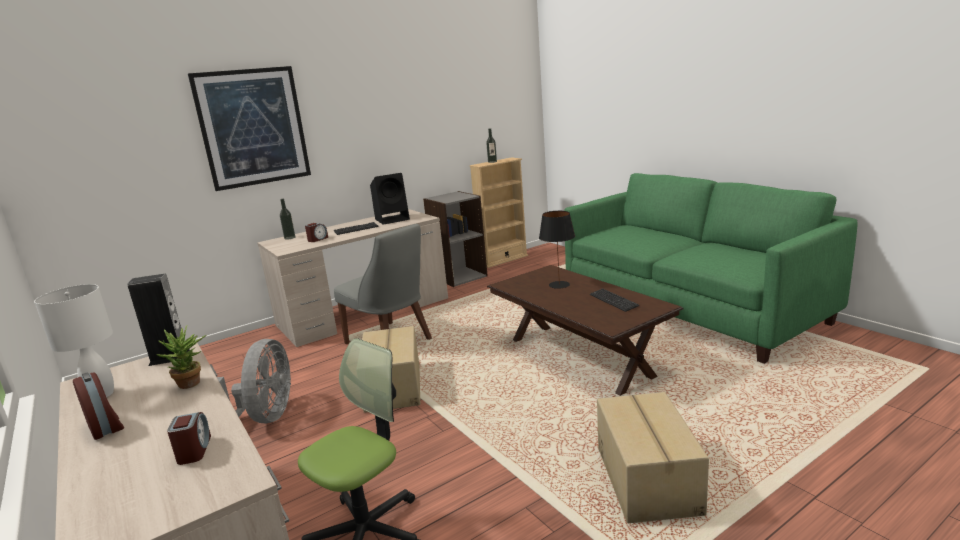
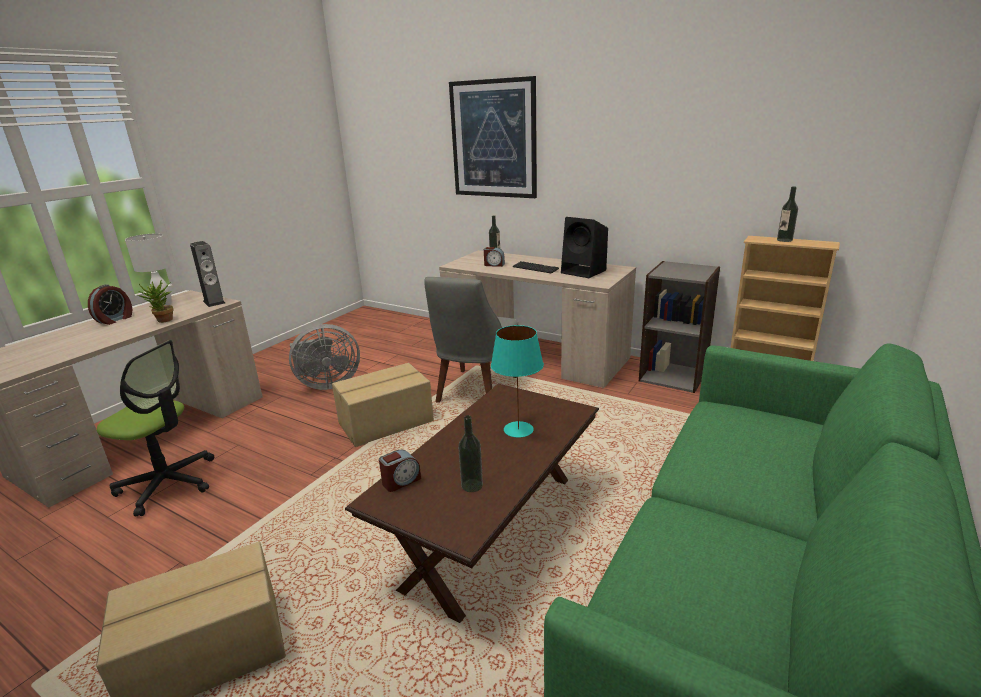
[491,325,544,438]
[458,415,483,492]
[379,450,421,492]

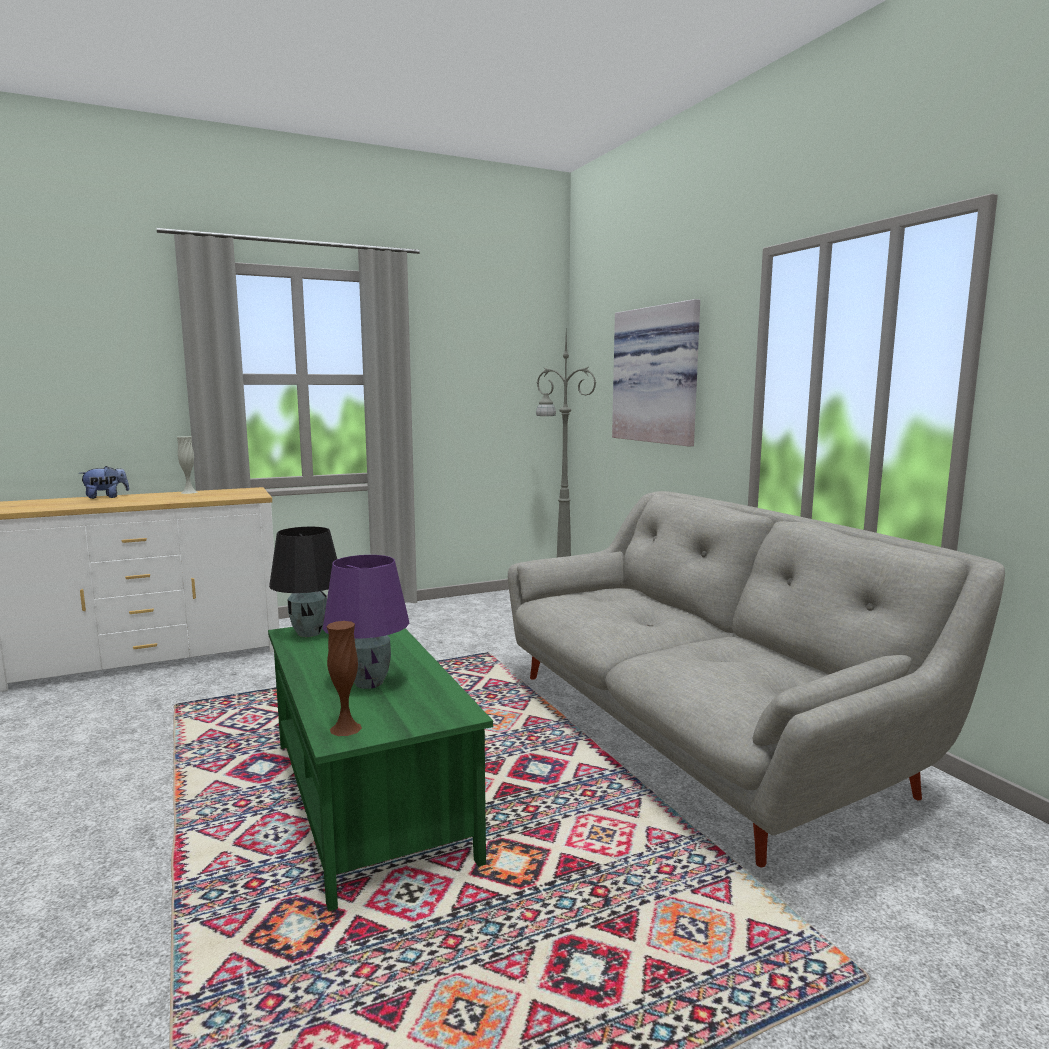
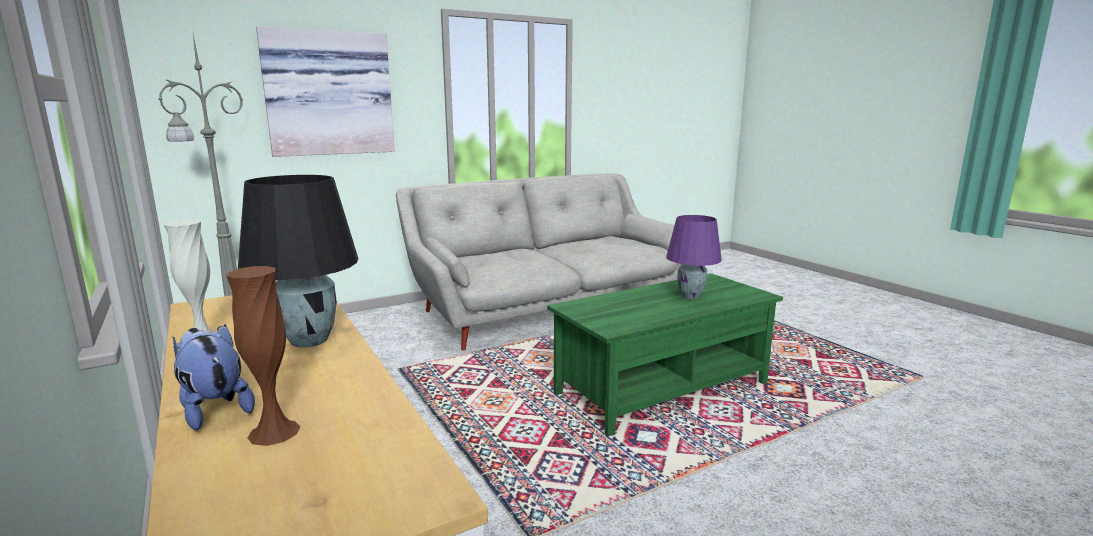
[238,175,358,348]
[227,266,301,446]

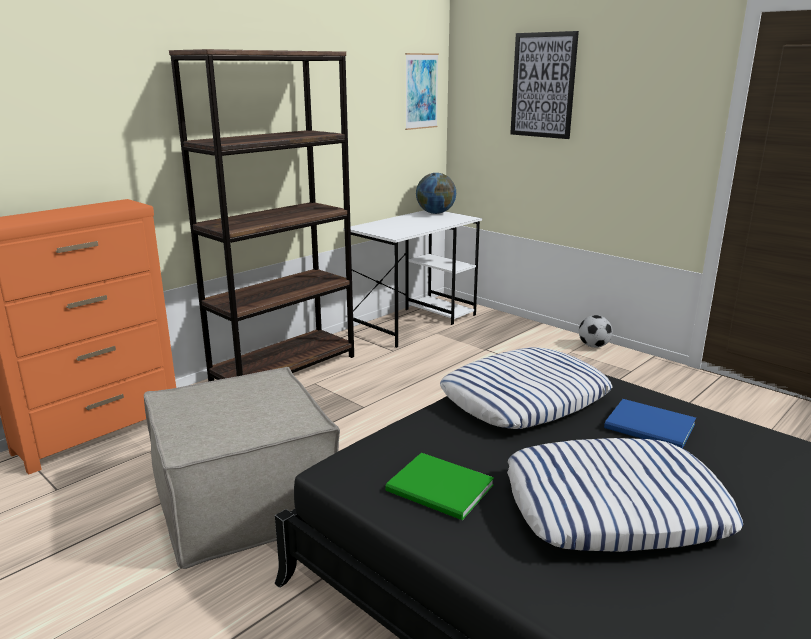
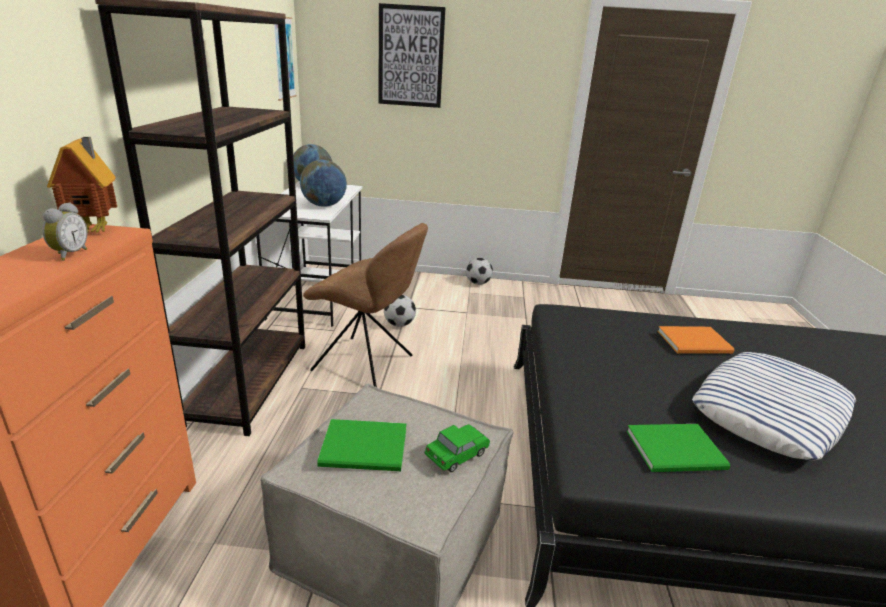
[440,347,613,429] (first image)
[658,326,734,354]
[47,137,117,233]
[300,160,347,207]
[43,202,88,261]
[303,223,428,387]
[384,295,416,327]
[317,419,406,471]
[425,424,490,472]

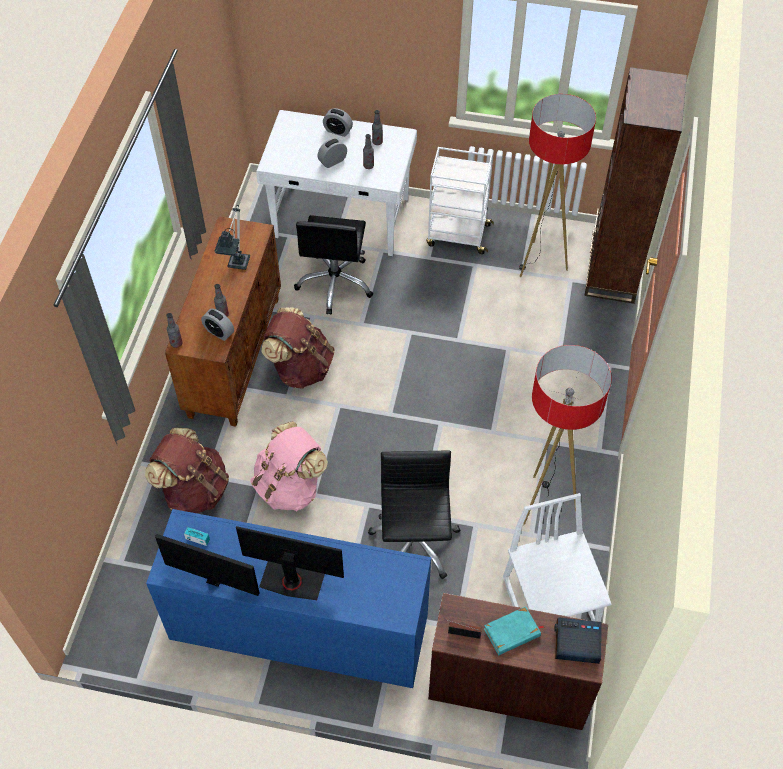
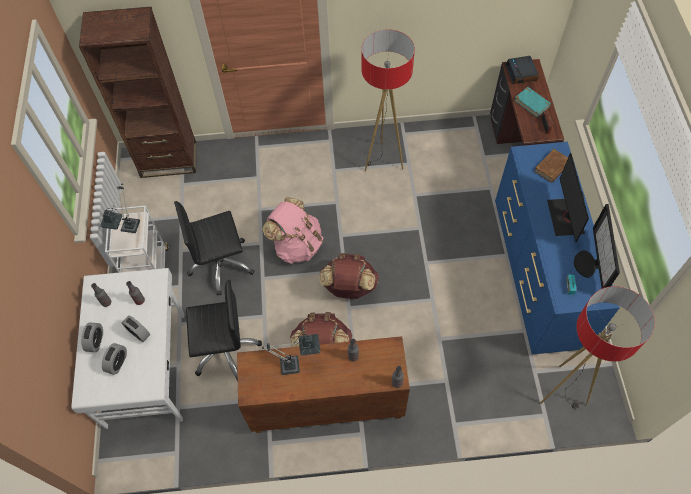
[540,286,655,409]
[102,343,127,375]
[262,197,323,264]
[320,253,379,299]
[174,201,254,295]
[503,493,611,622] (first image)
[534,149,568,183]
[100,183,140,233]

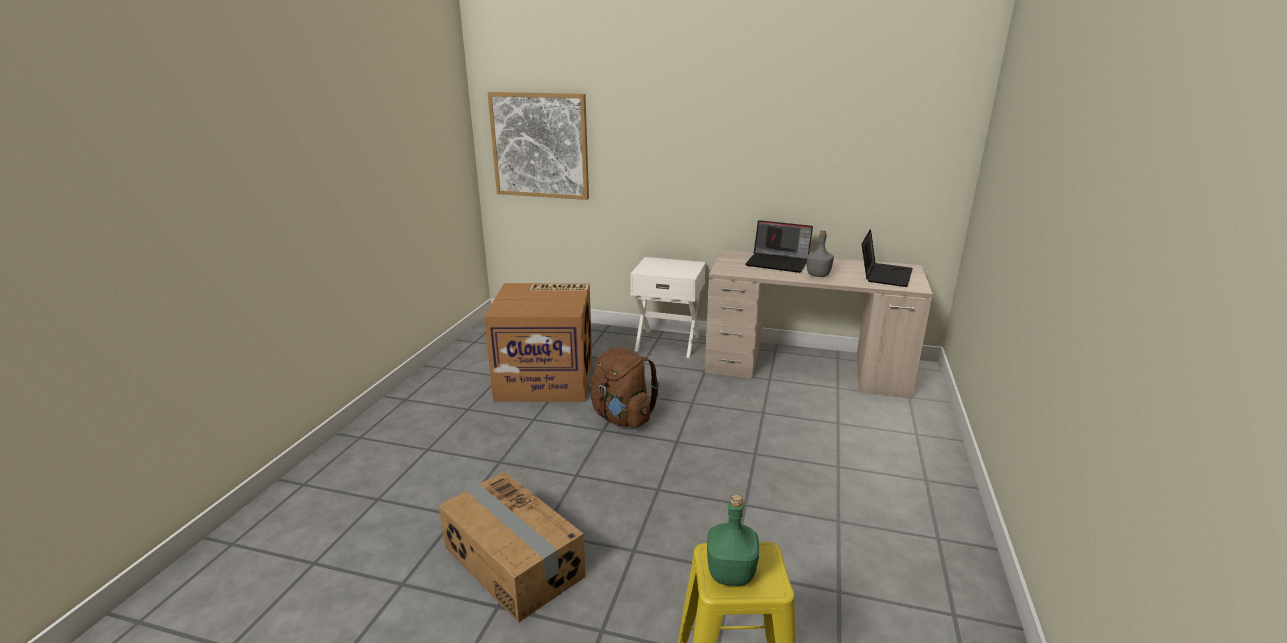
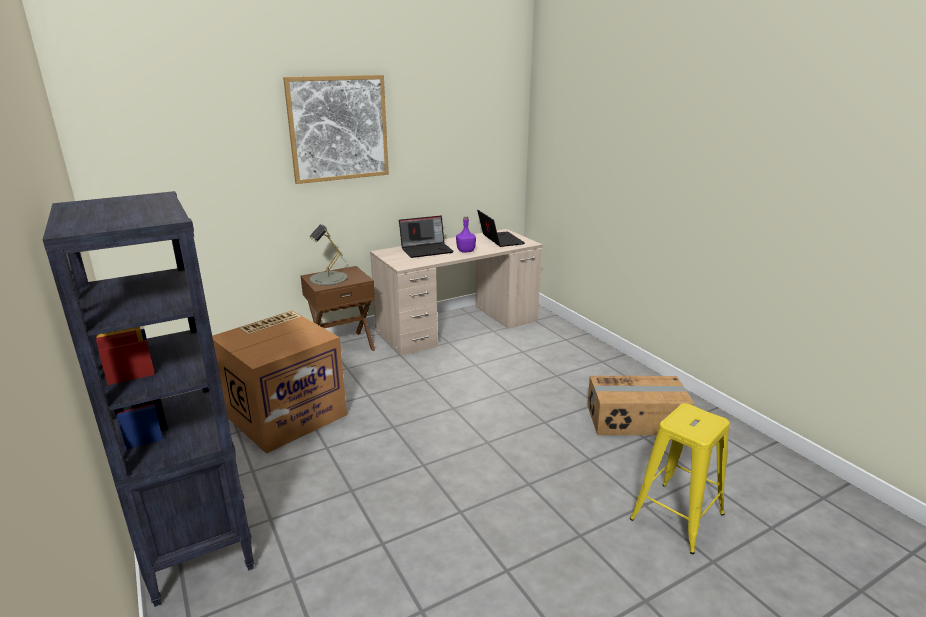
[283,75,389,184]
[456,216,476,252]
[300,266,375,351]
[590,347,659,428] (first image)
[587,376,694,435]
[707,494,759,586] (first image)
[43,191,254,607]
[310,225,347,285]

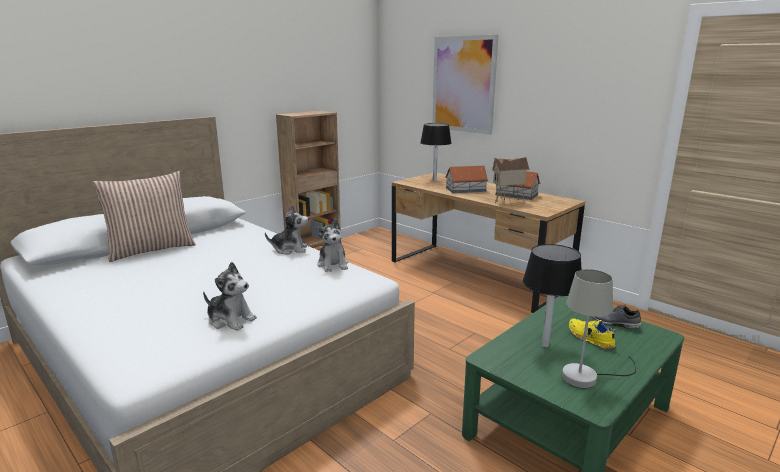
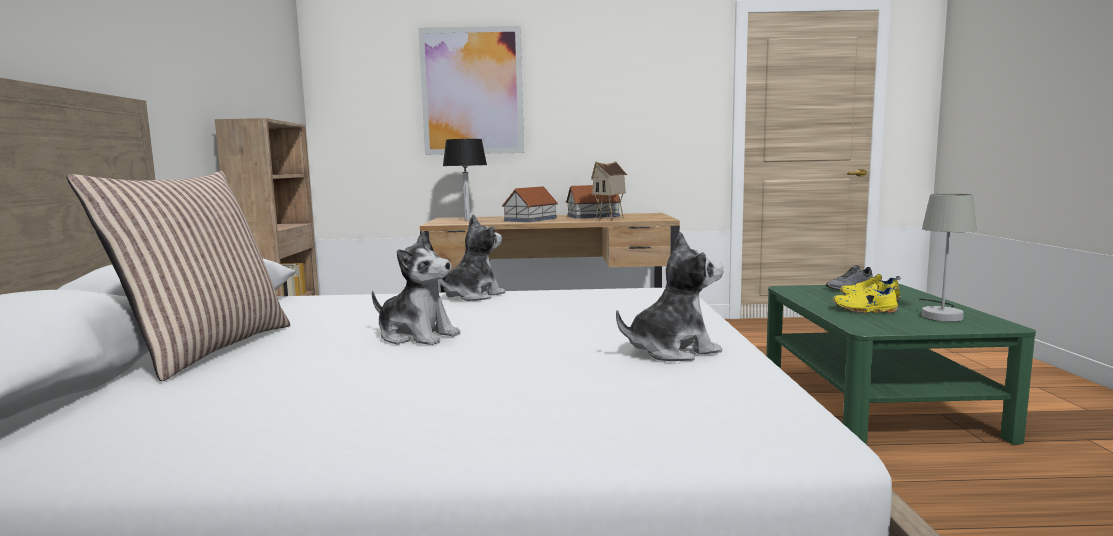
[372,230,460,345]
[833,283,899,313]

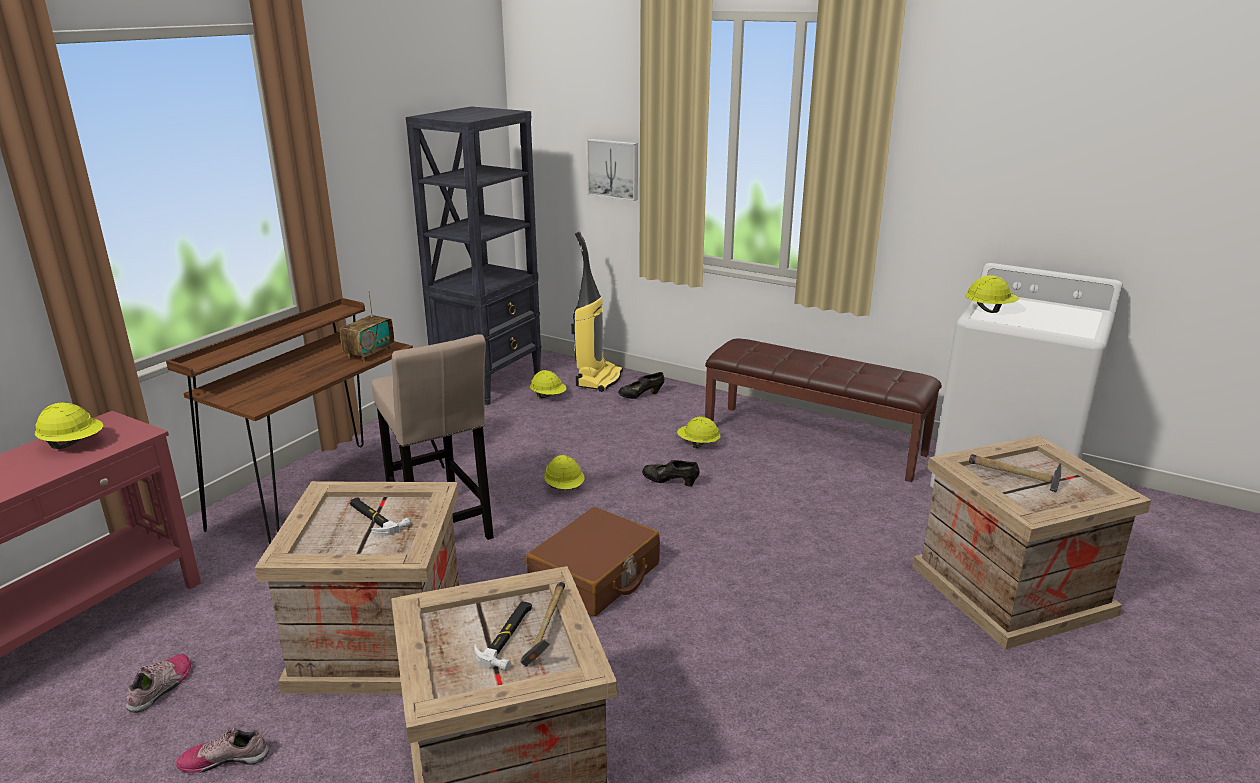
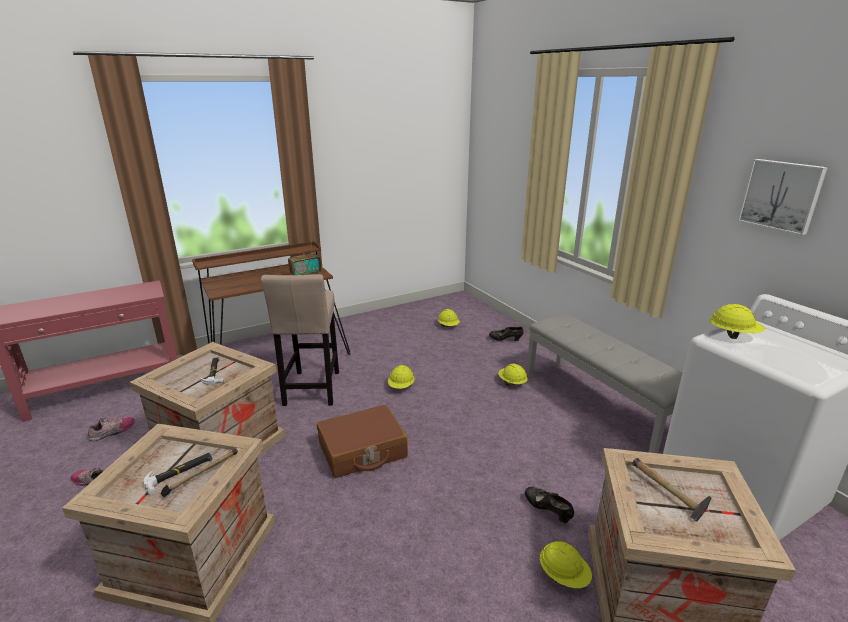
[406,106,542,405] (first image)
[738,159,828,235]
[571,231,623,392] (first image)
[526,315,683,453]
[540,541,592,588]
[525,486,574,524]

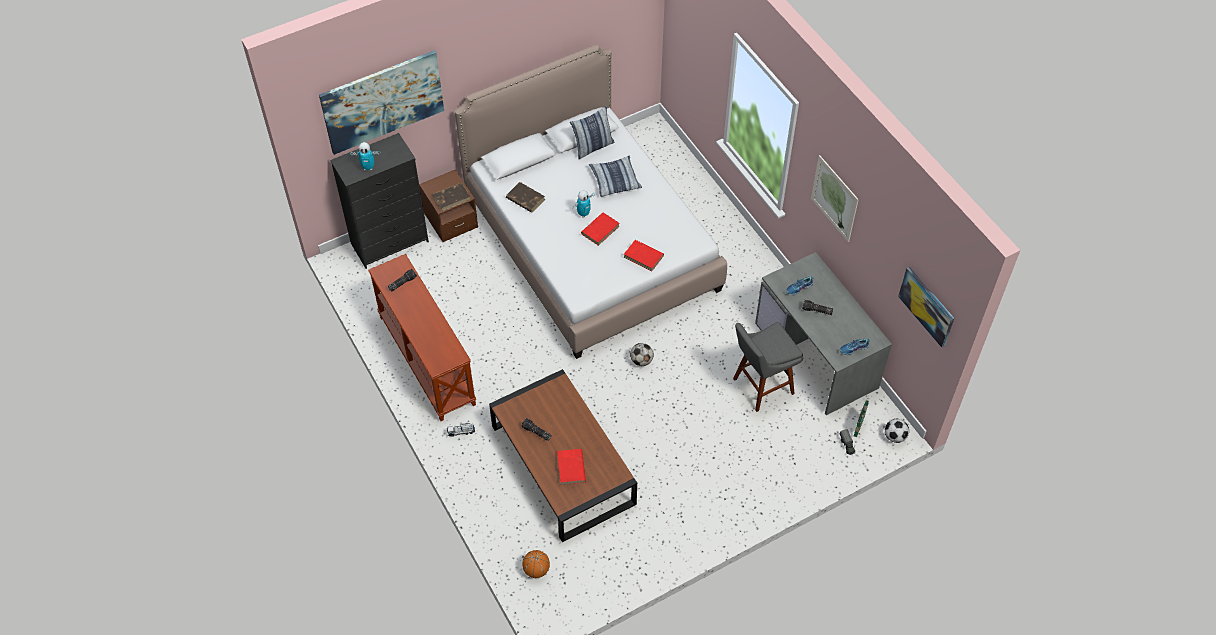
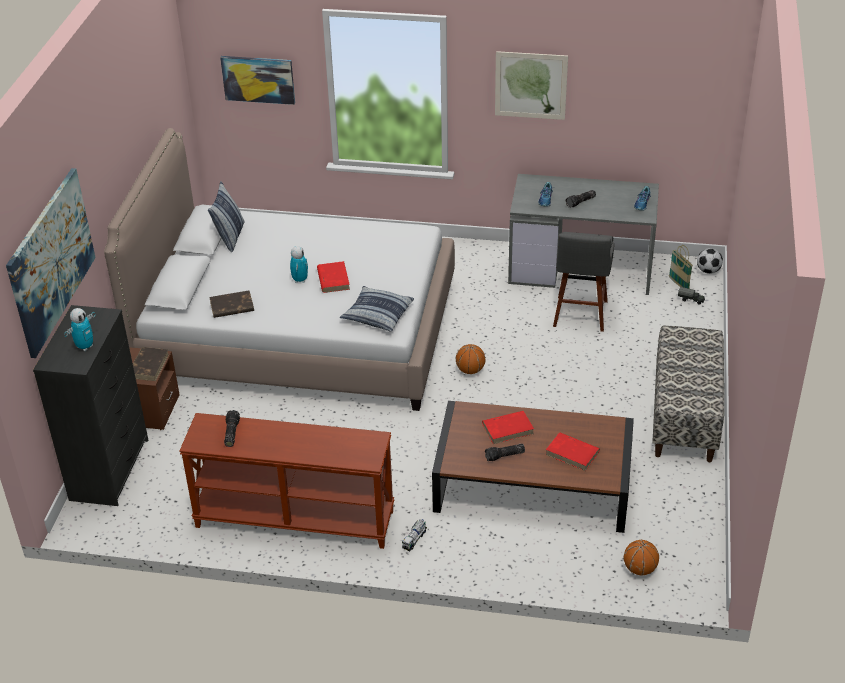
[339,286,414,331]
[482,411,534,444]
[220,56,295,105]
[456,344,485,374]
[652,326,724,462]

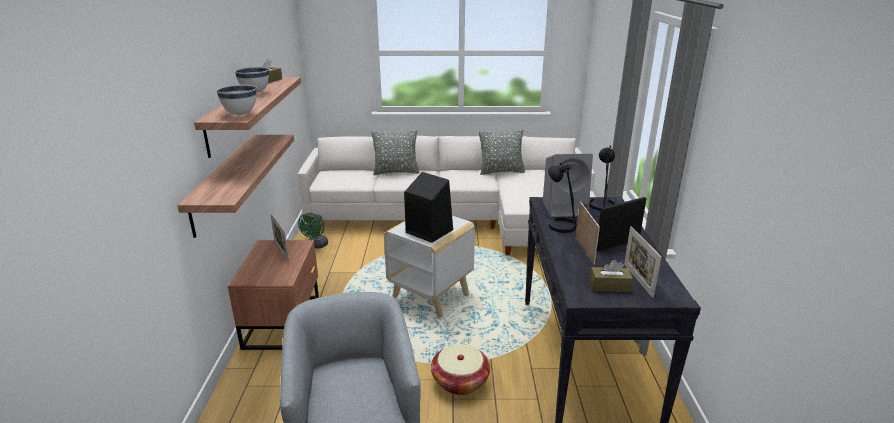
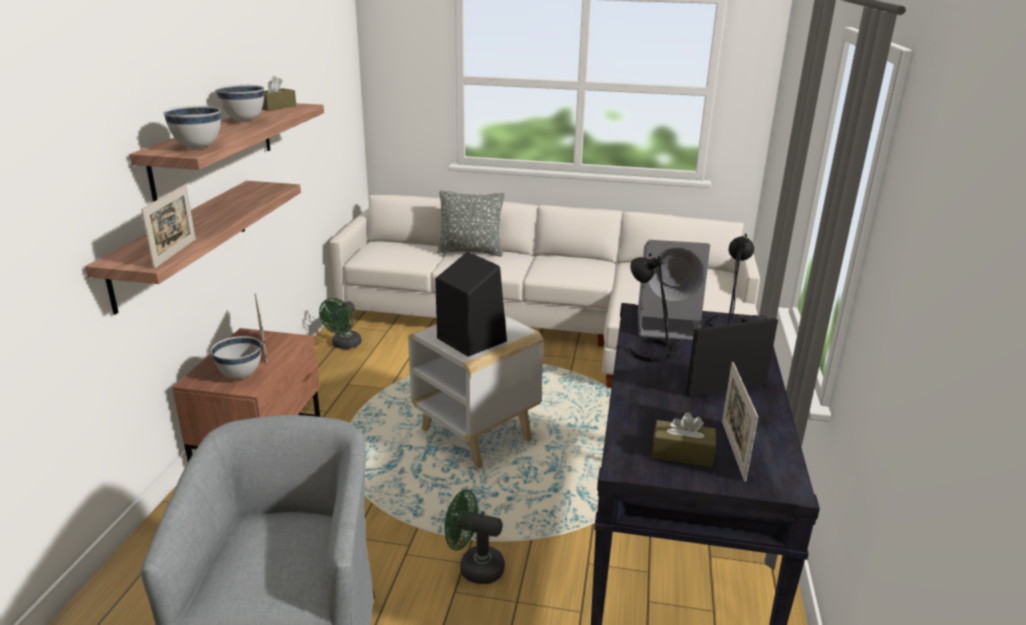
[479,129,525,175] (first image)
[141,184,196,269]
[444,490,505,584]
[211,336,261,379]

